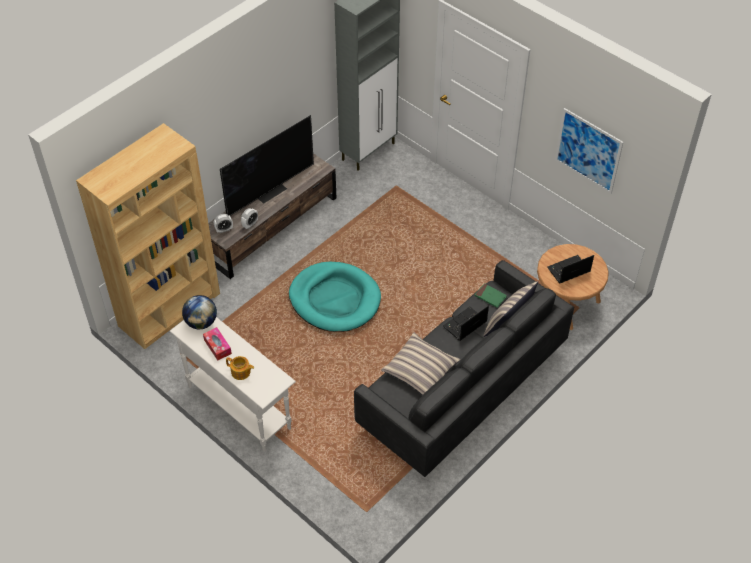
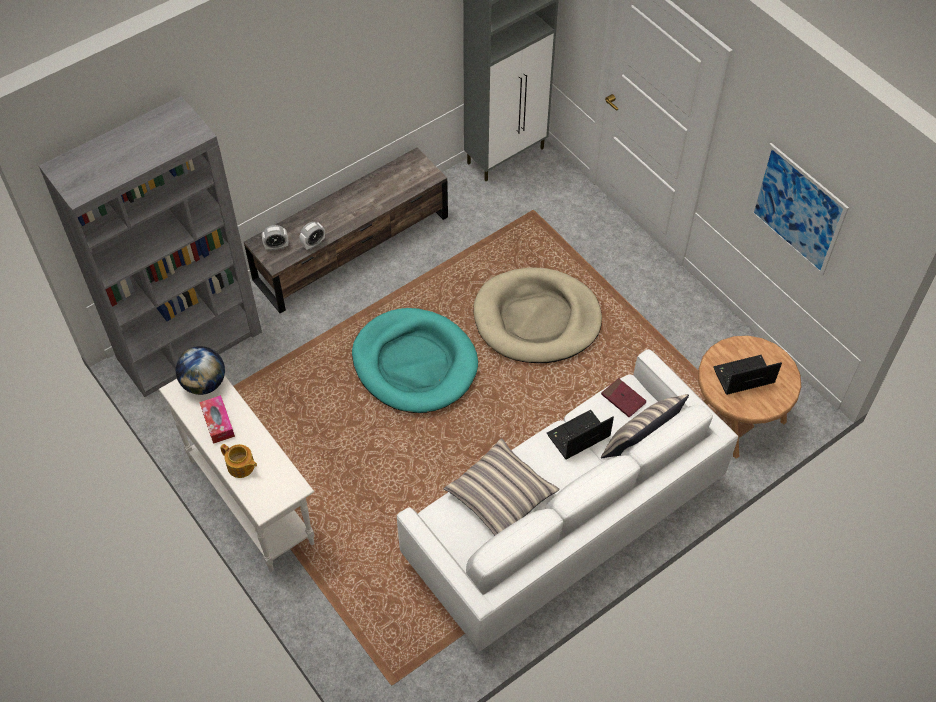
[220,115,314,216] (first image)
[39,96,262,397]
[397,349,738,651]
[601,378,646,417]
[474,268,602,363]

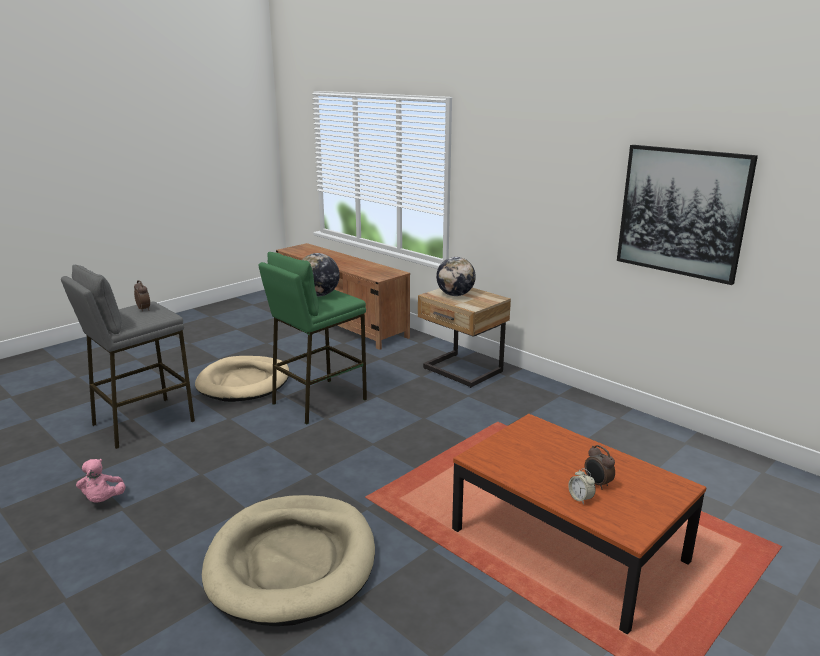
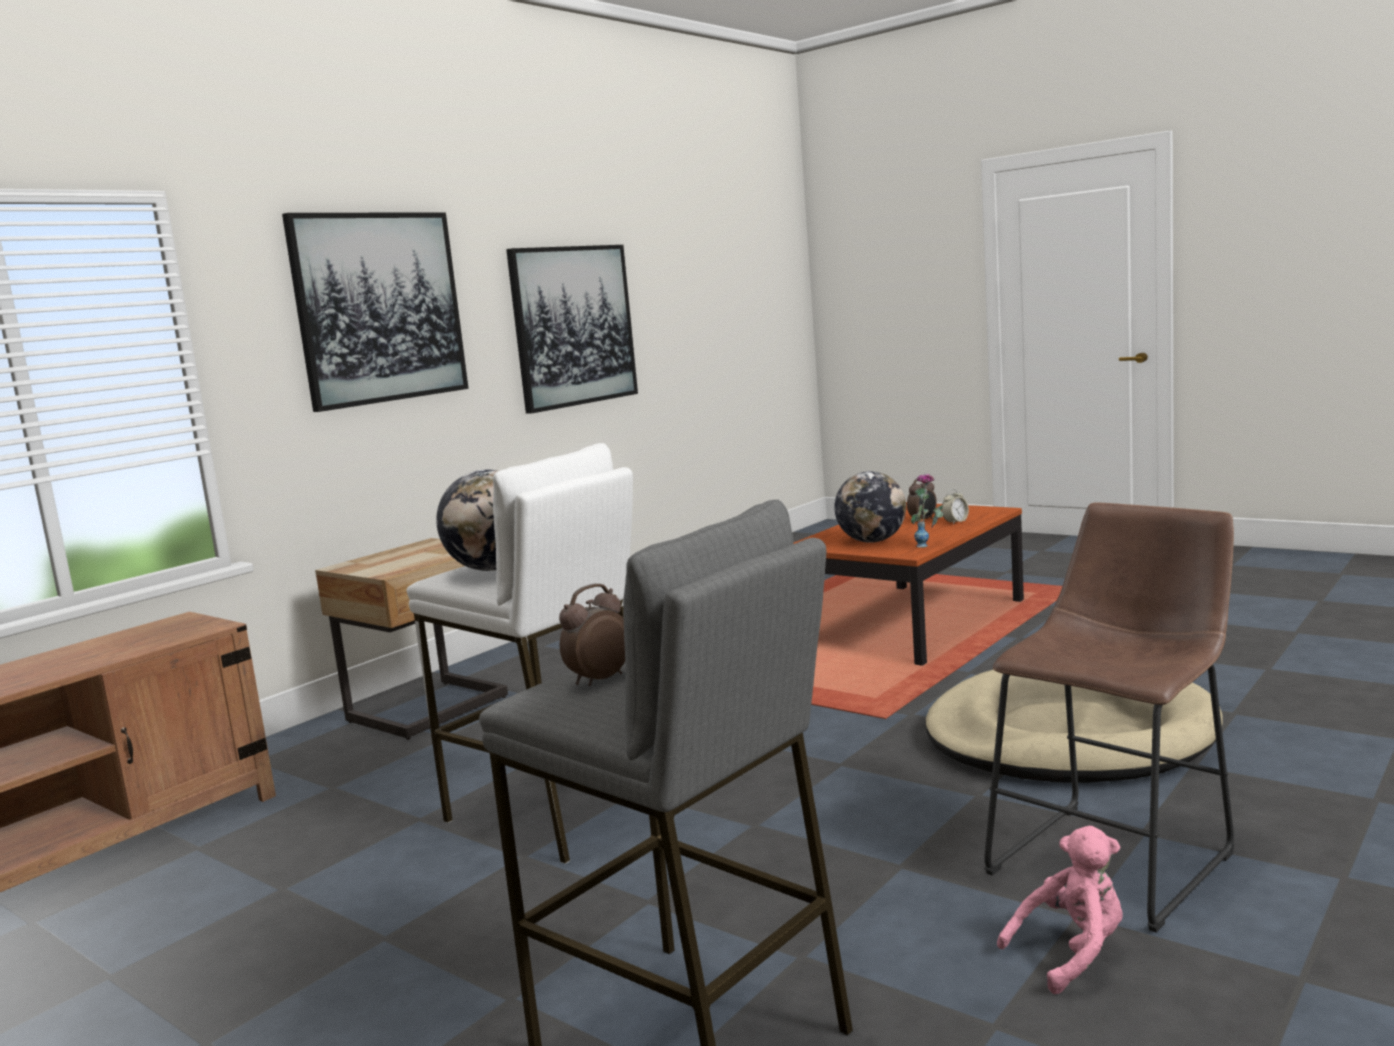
[407,443,633,864]
[834,471,906,543]
[195,356,289,402] (first image)
[282,213,469,412]
[911,474,943,548]
[985,502,1234,933]

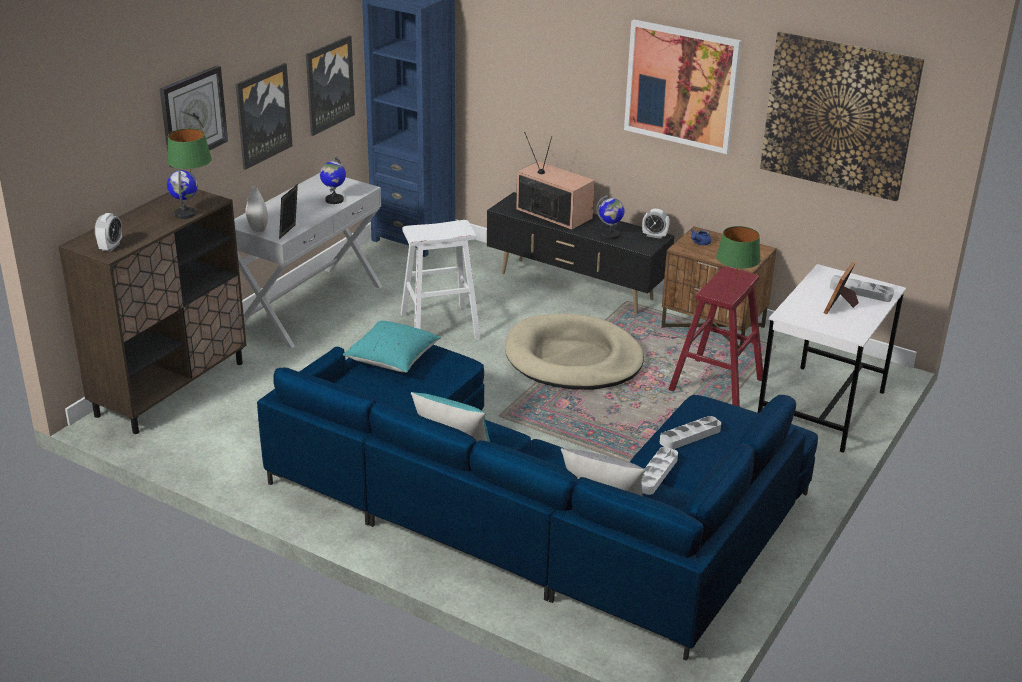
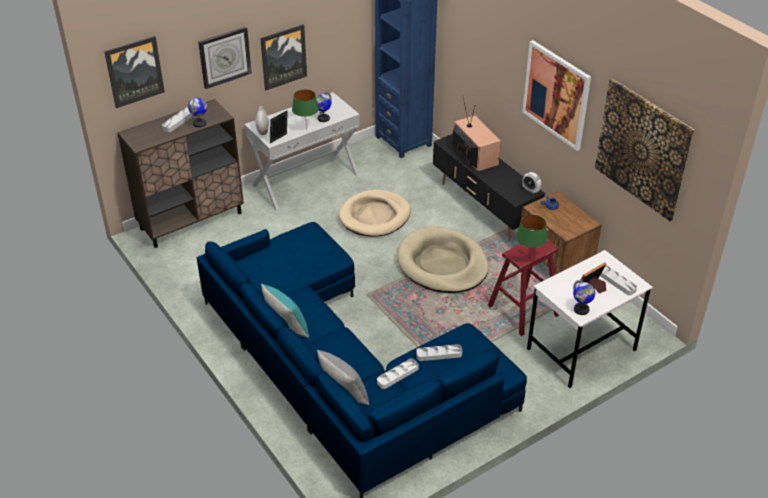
[104,36,165,108]
[292,89,319,130]
[573,280,595,315]
[95,213,122,252] (first image)
[339,190,411,237]
[343,321,441,373] (first image)
[162,107,193,132]

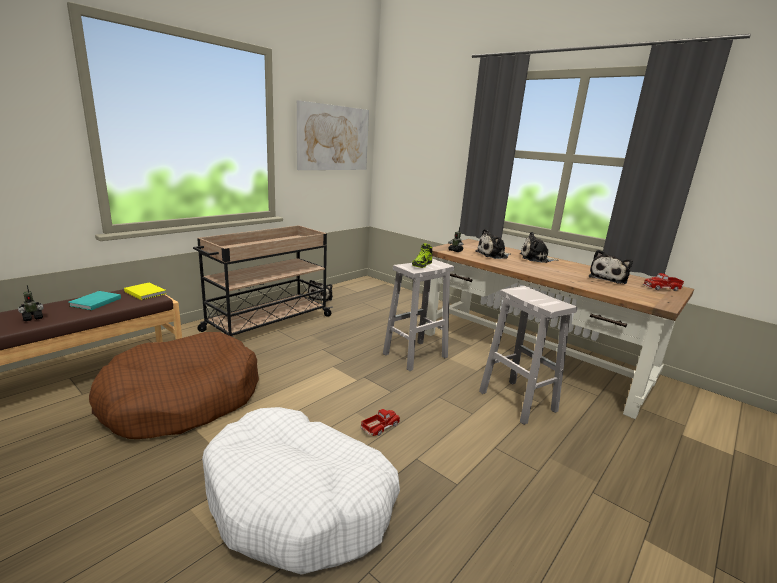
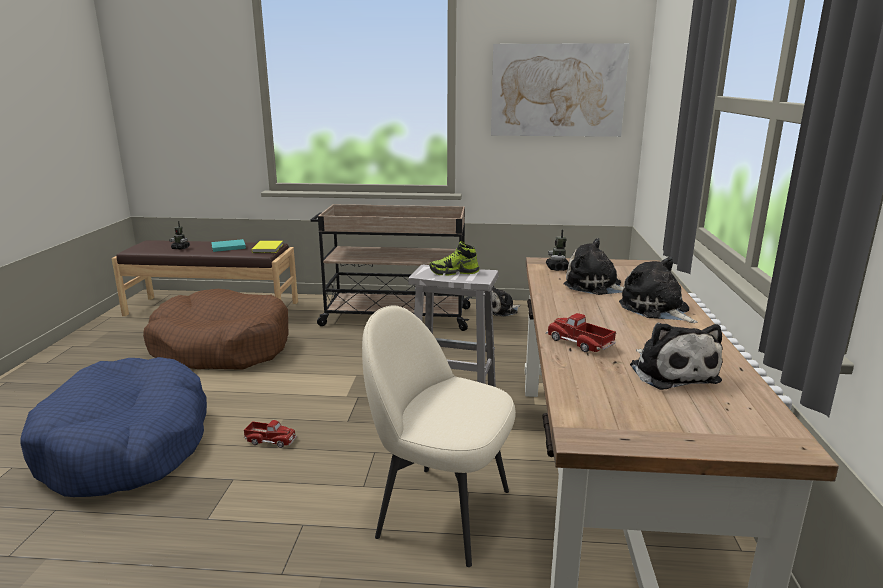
[630,323,723,390]
[546,313,616,352]
[362,306,516,567]
[20,357,207,497]

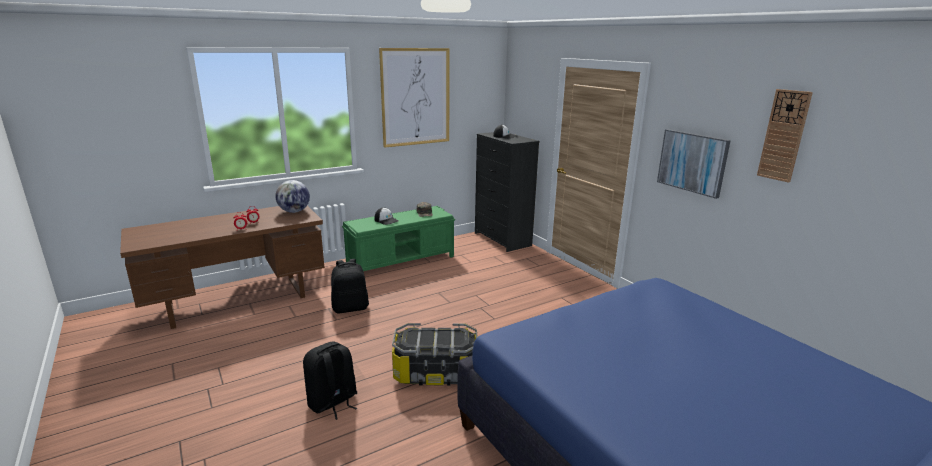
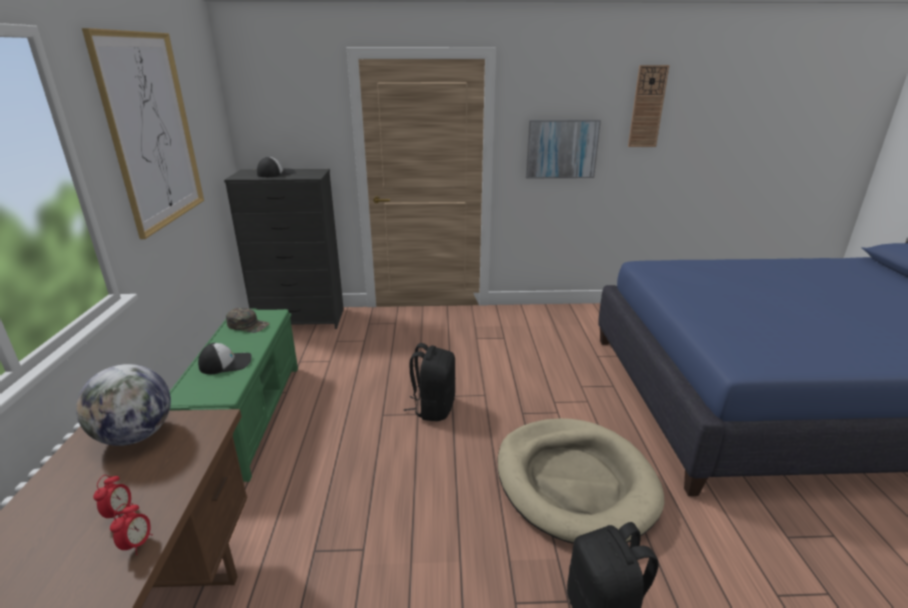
[404,343,456,421]
[497,418,664,544]

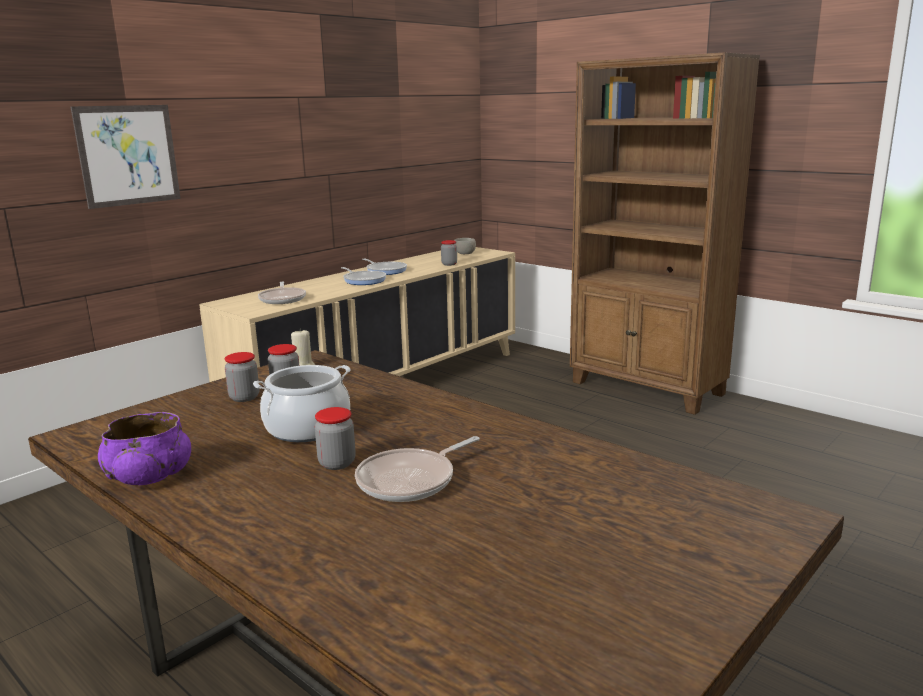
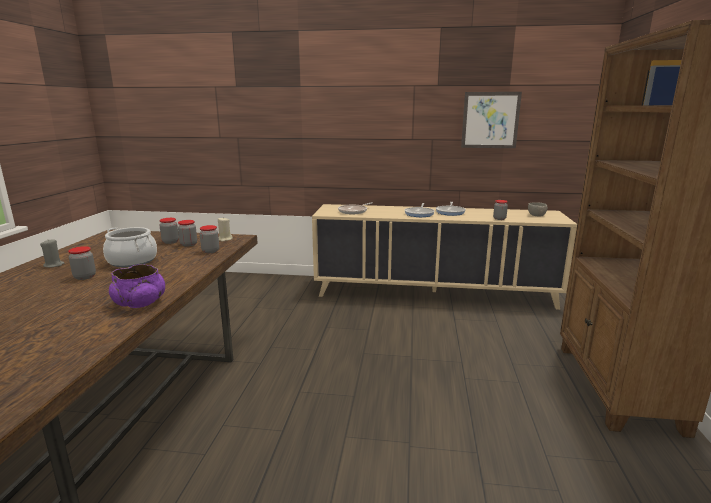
[461,92,522,148]
[109,264,165,308]
[355,436,480,502] (first image)
[200,225,219,253]
[40,240,64,268]

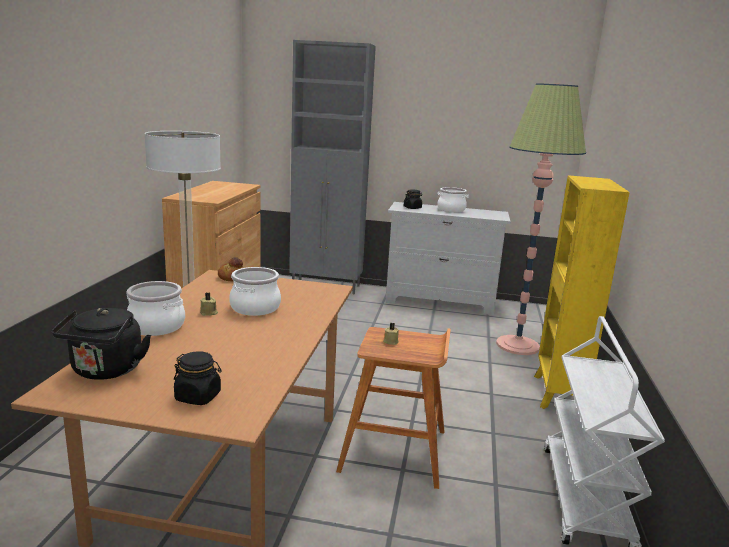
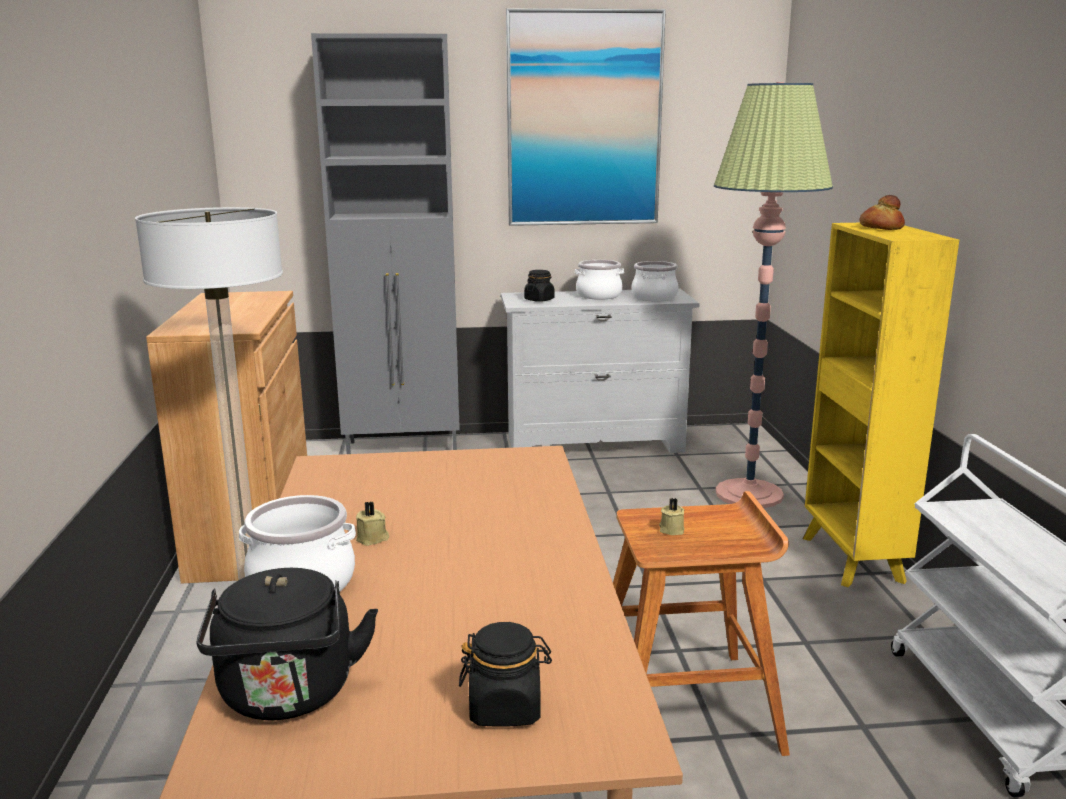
[859,195,905,230]
[631,261,679,302]
[506,8,666,226]

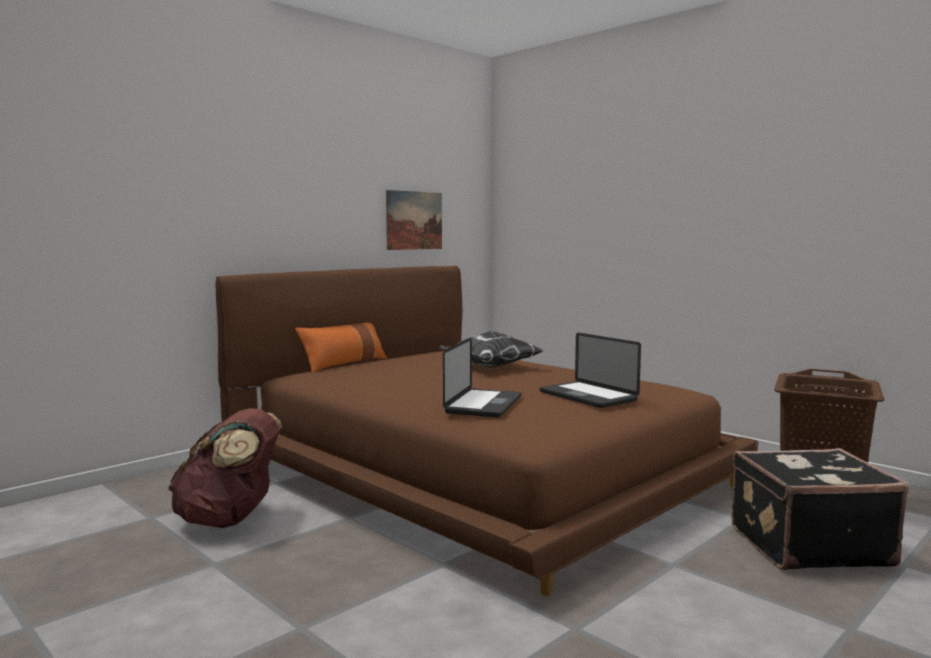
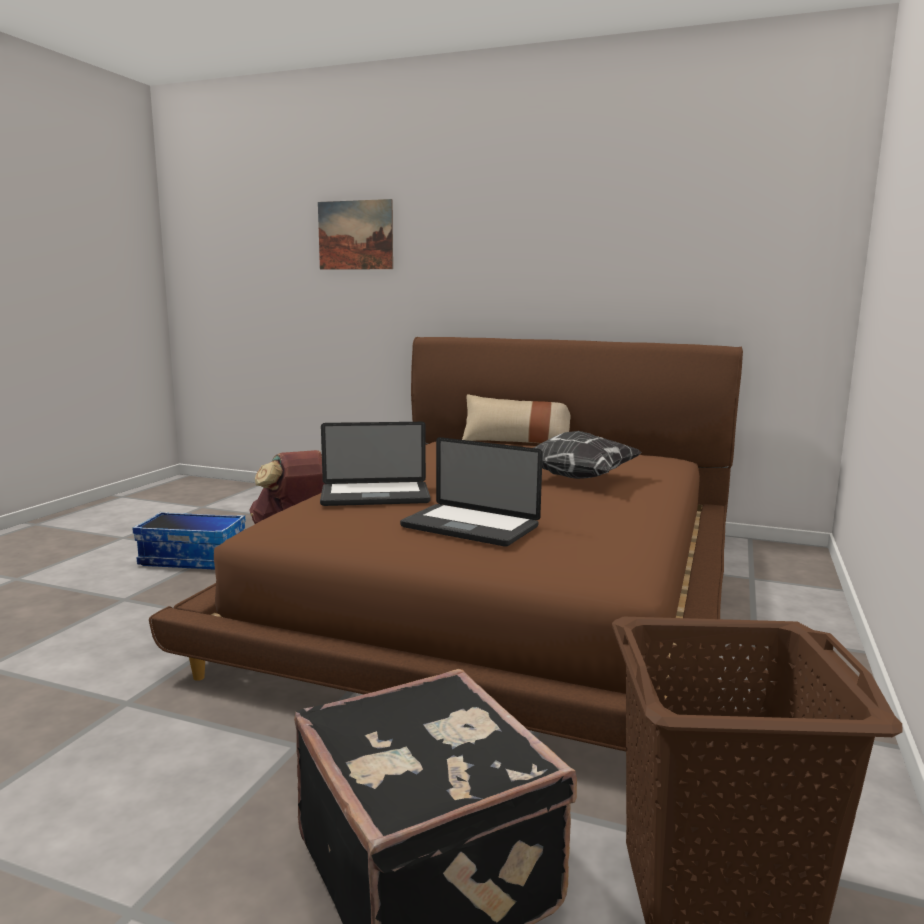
[318,199,393,270]
[462,394,571,443]
[400,437,543,547]
[132,512,245,570]

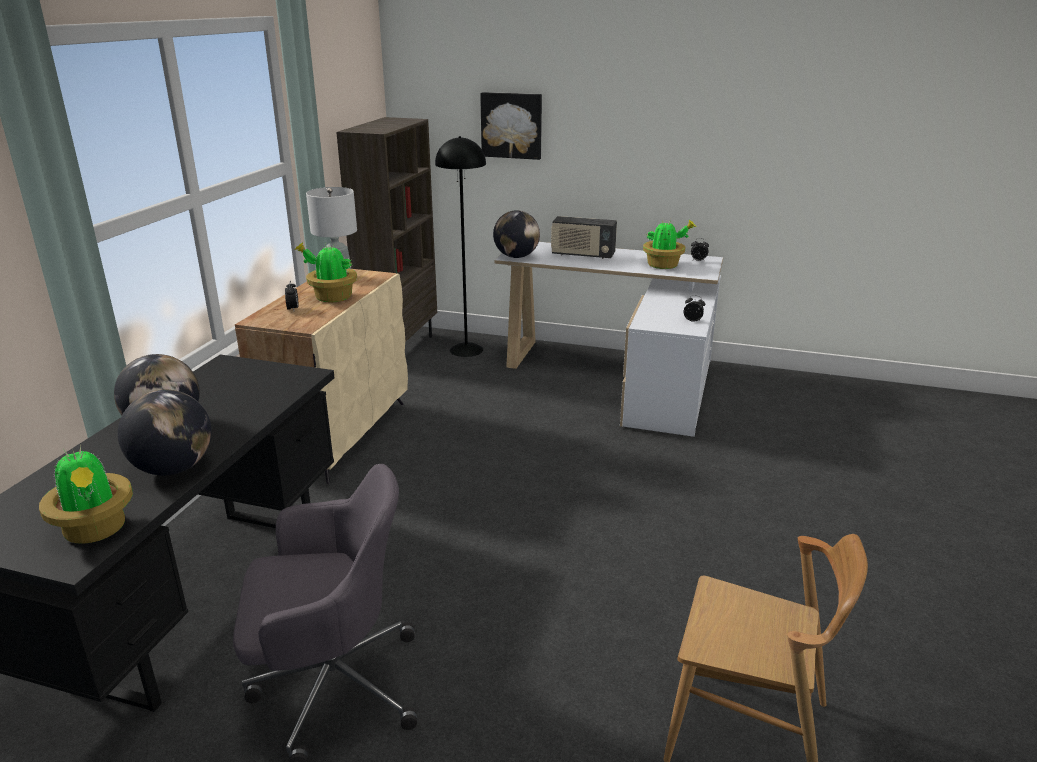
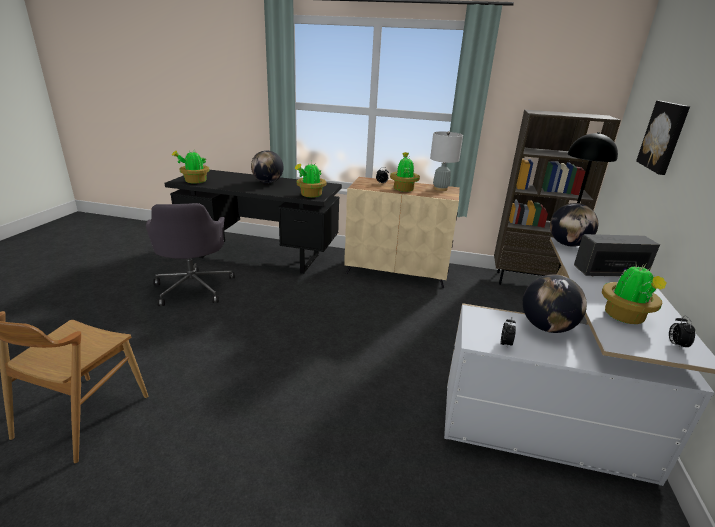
[574,234,660,277]
[523,274,587,333]
[295,162,326,198]

